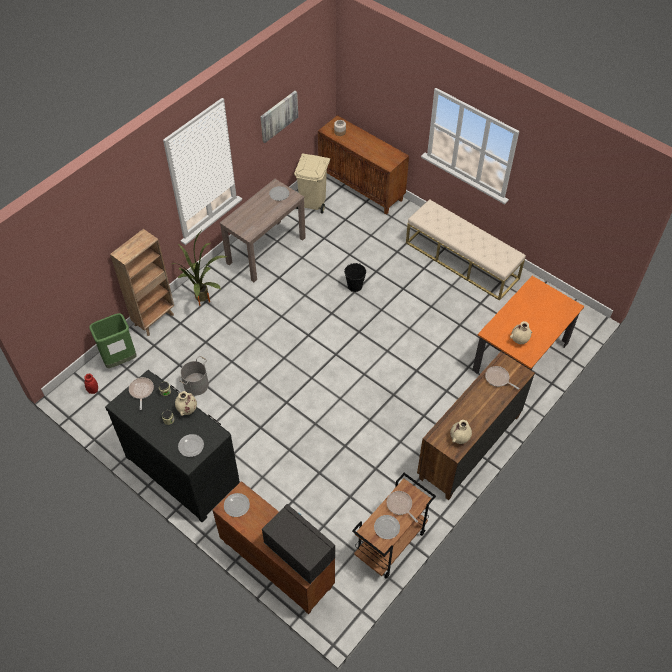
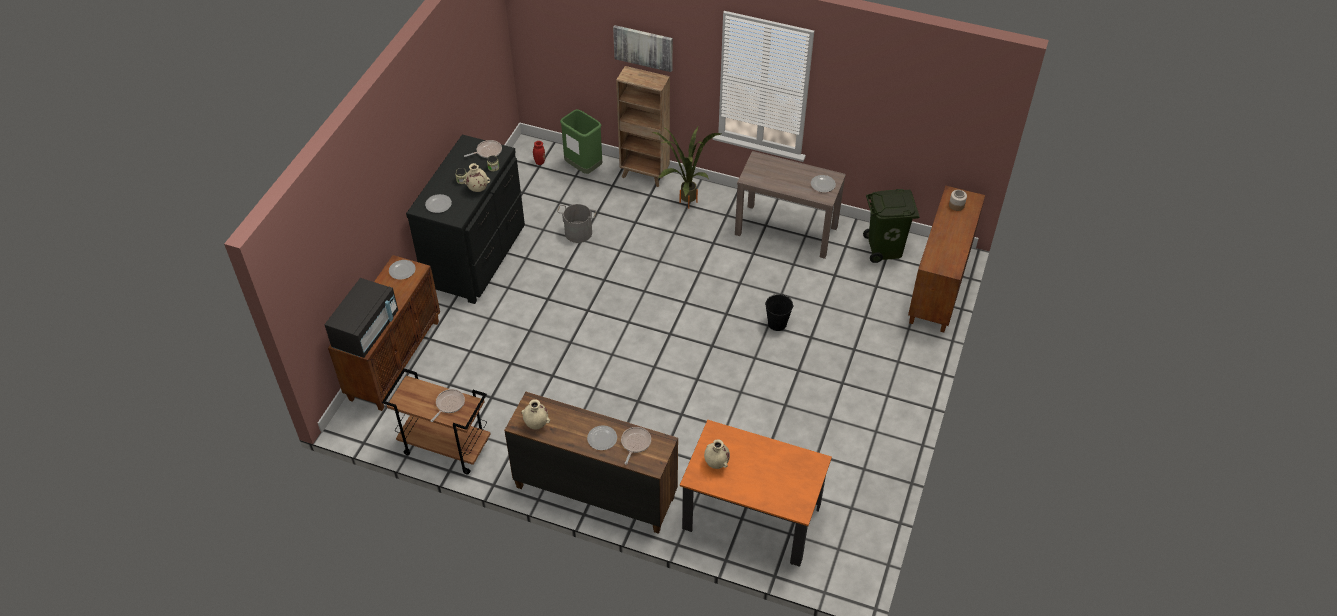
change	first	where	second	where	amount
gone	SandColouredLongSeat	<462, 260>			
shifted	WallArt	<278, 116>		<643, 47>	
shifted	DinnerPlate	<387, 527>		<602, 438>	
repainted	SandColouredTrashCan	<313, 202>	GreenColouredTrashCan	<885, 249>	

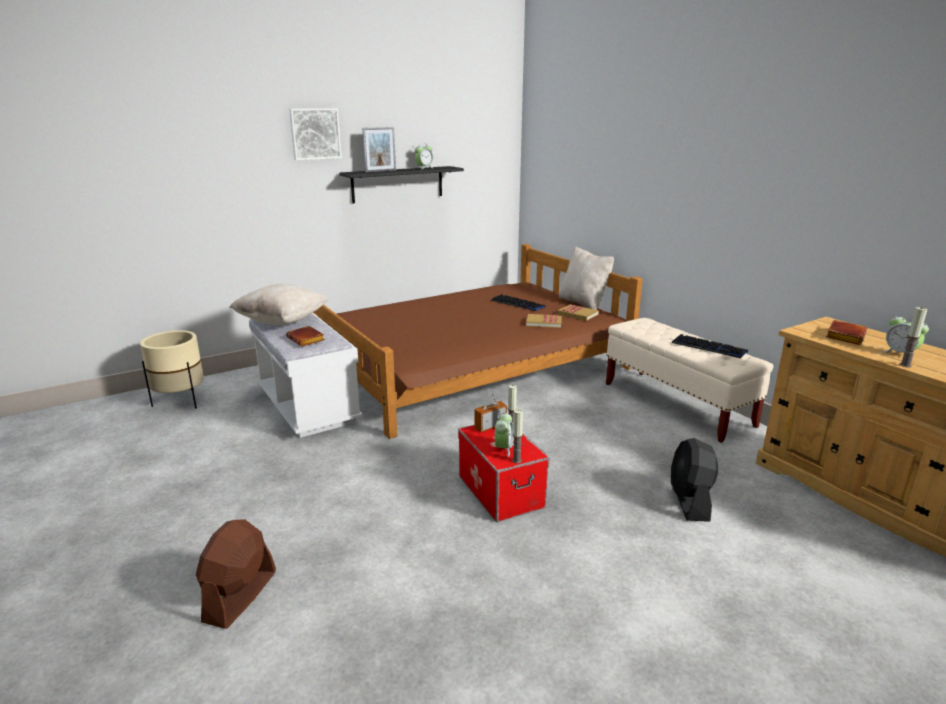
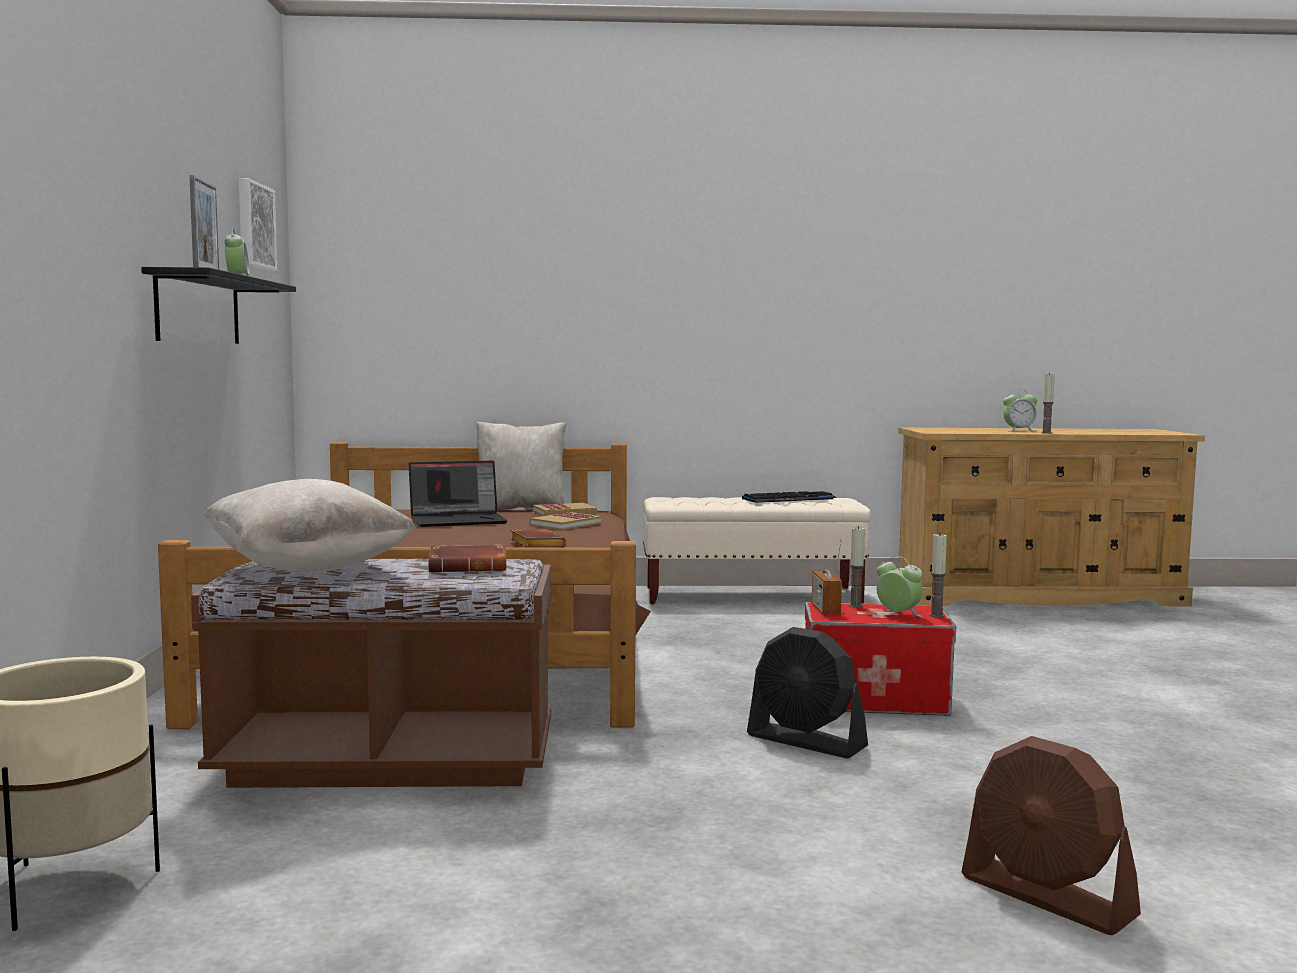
change	first	where	second	where	amount
shifted	WallArt	<315, 134>		<253, 226>	
shifted	BlackishFan	<690, 501>		<806, 741>	
shifted	BrownColouredVolume	<844, 336>		<535, 545>	
swapped	ComputerKeyboard	<517, 304>	PortableComputer	<459, 520>	
repainted	WhiteColouredLongSeat	<308, 406>	BrownColouredLongSeat	<388, 761>	

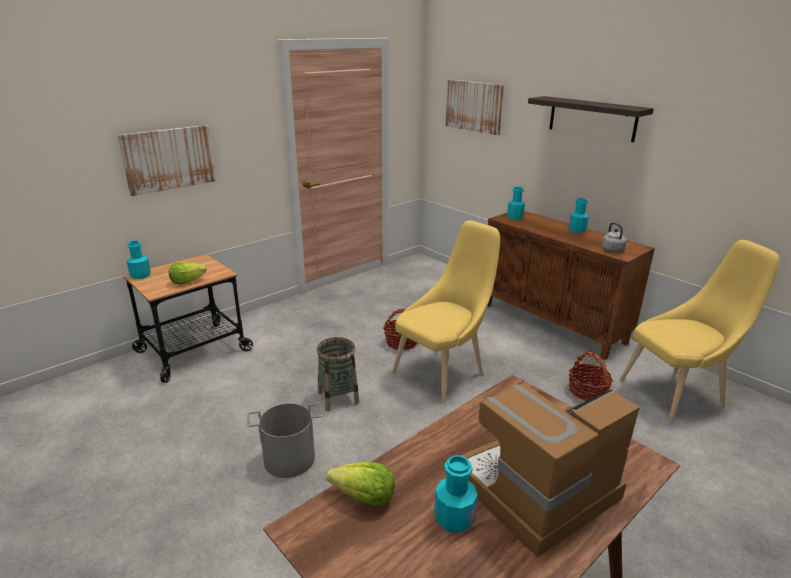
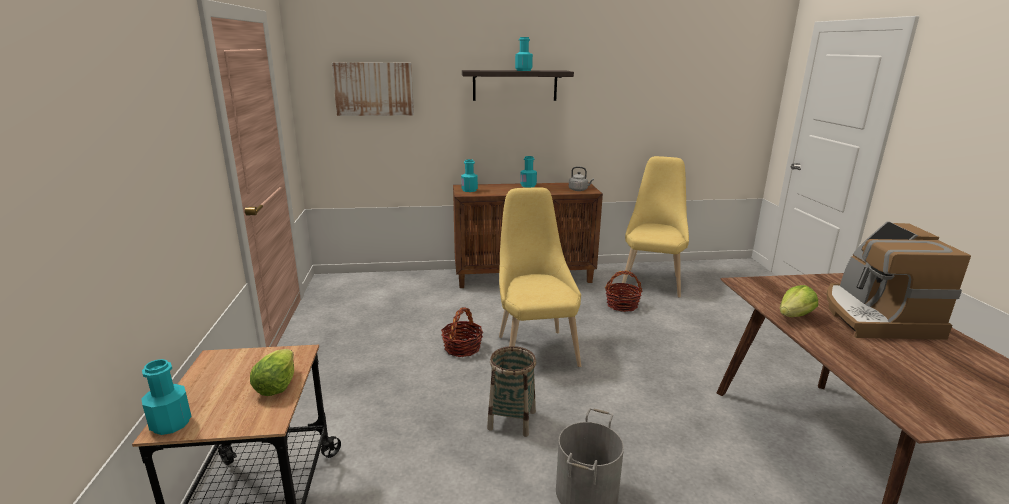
change	first	where	second	where	amount
gone	WallArt	<169, 159>			
shifted	Lettuce	<364, 498>		<794, 316>	
shifted	BlueGreenDrinkBottle	<454, 518>		<523, 70>	

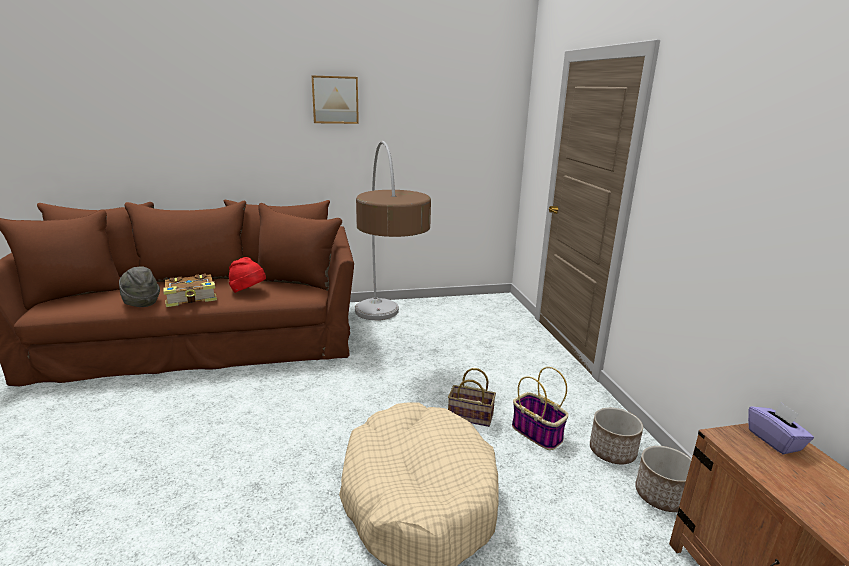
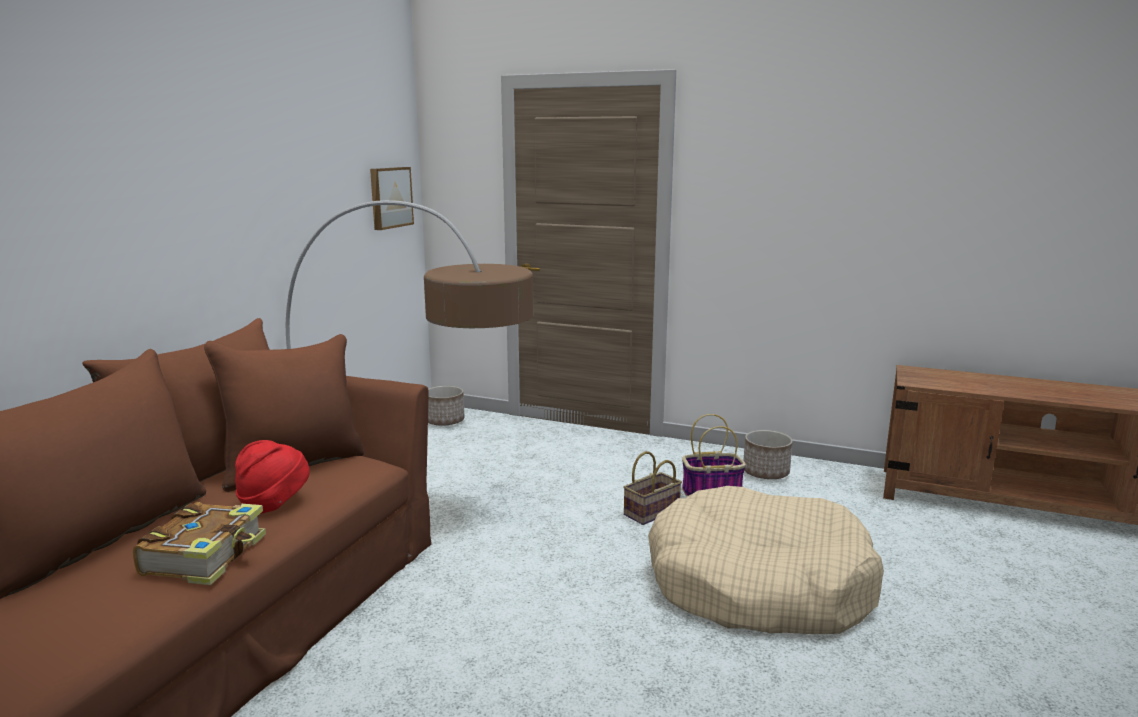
change	first	where	second	where	amount
gone	GrayHat	<141, 302>			
gone	PurpleTissueBox	<774, 440>			
shifted	WallArt	<335, 100>		<389, 197>	
shifted	FlowerPot	<660, 495>		<444, 421>	

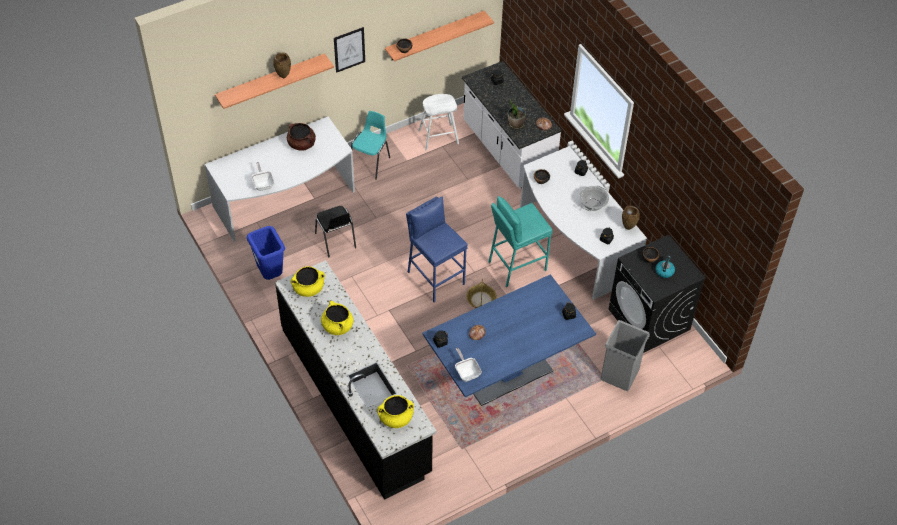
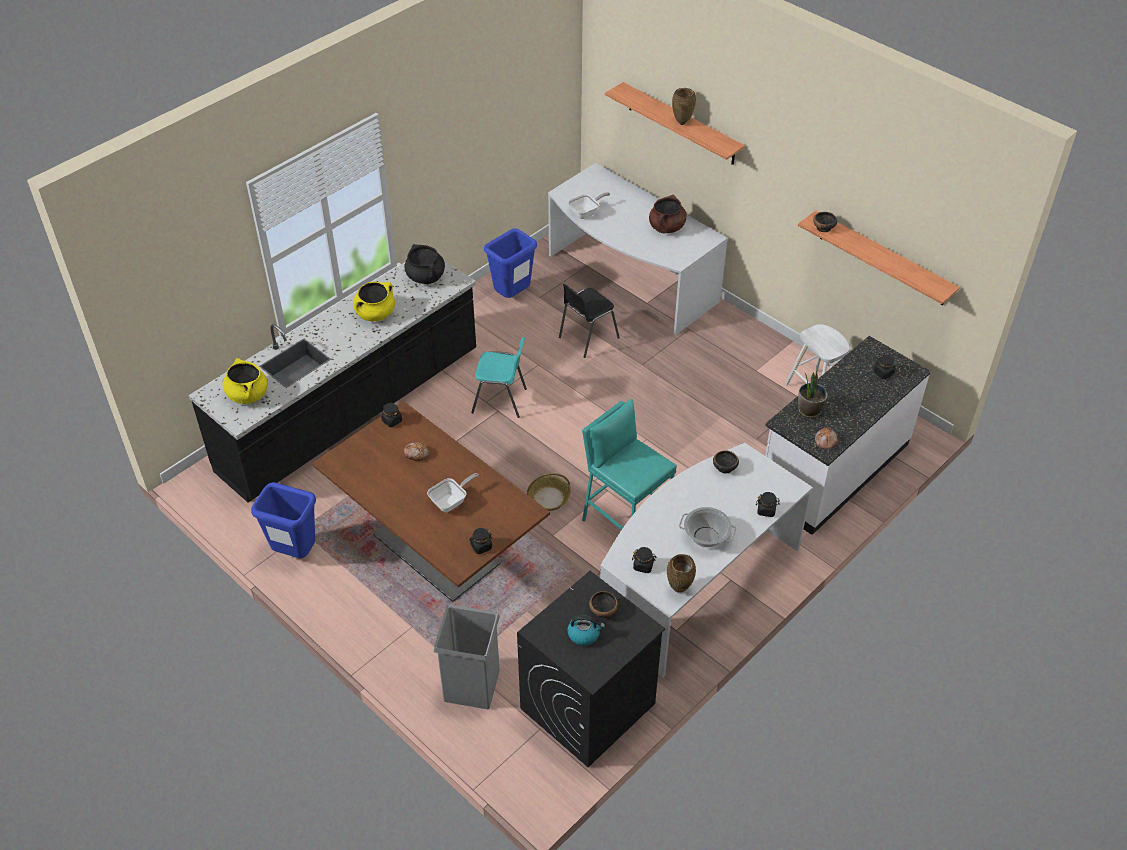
change	first	where	second	where	amount
gone	WallArt	<349, 49>			
gone	BluishStoolSeat	<435, 278>			
new			BluishTrashCan	<295, 553>	
shifted	BlueGreenUprightChair	<371, 163>		<501, 401>	
shifted	Skillet	<466, 372>		<451, 501>	
repainted	YellowishCookingPot	<308, 288>	BlackishCookingPot	<426, 277>	
repainted	BluishDinnerTable	<505, 372>	BrownColouredDinnerTable	<436, 549>	

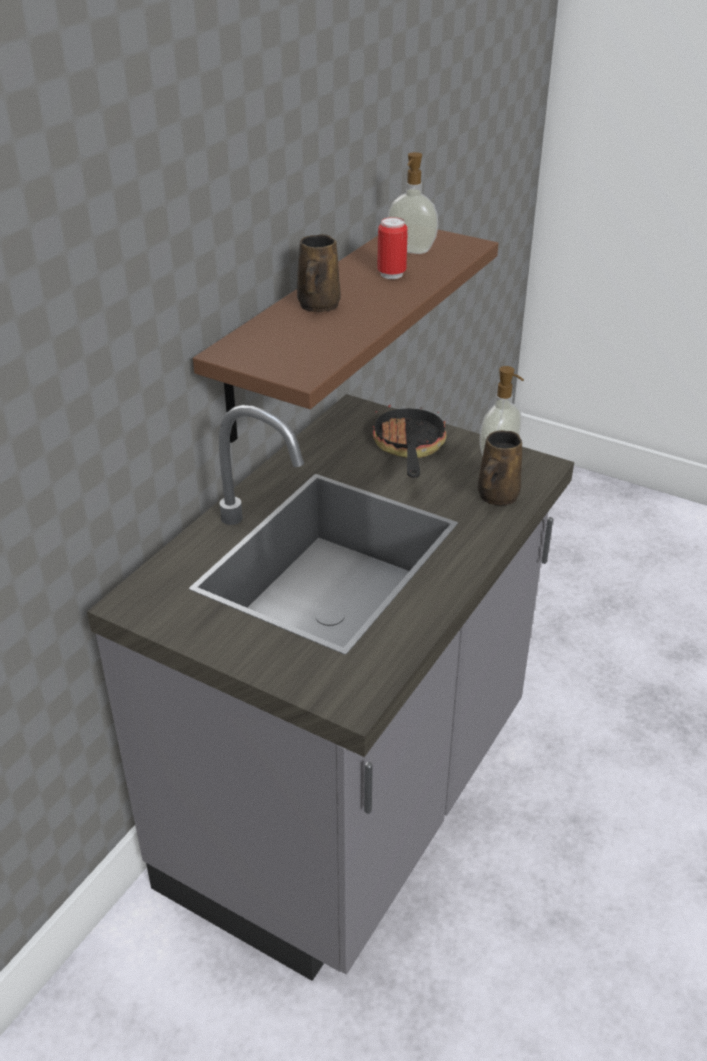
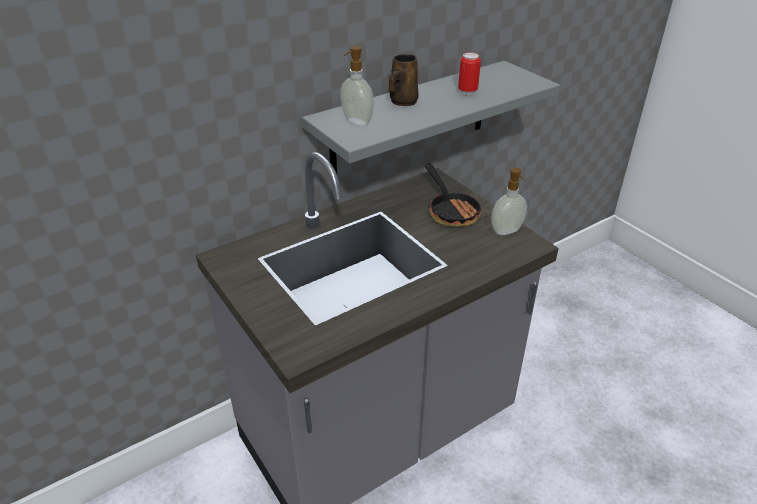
change	first	where	second	where	amount
gone	BrownColouredTeaMug	<496, 496>			
shifted	SoapBottle	<411, 251>		<356, 122>	
repainted	BrownColouredBracketShelf	<309, 330>	GrayBracketShelf	<410, 119>	
rotated	Skillet	<408, 448>		<451, 210>	135 degrees clockwise

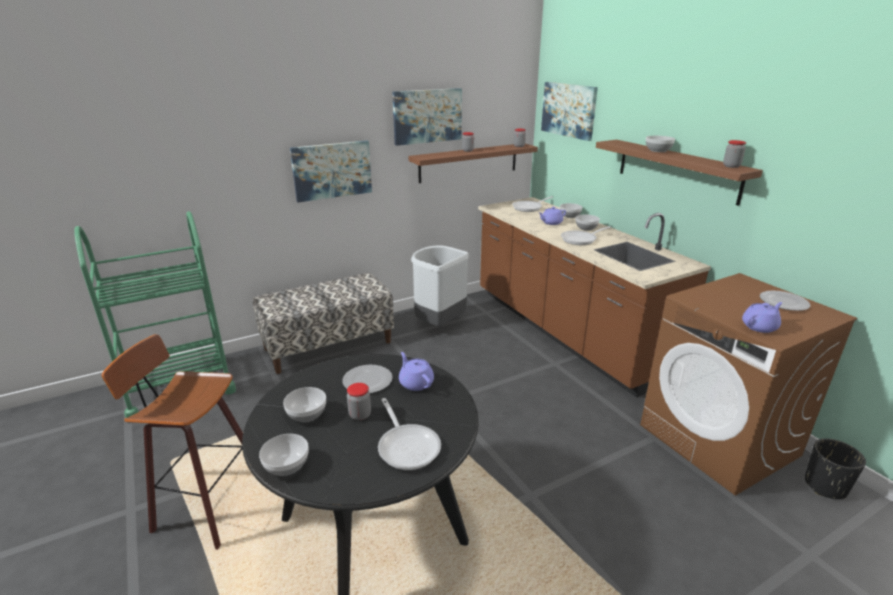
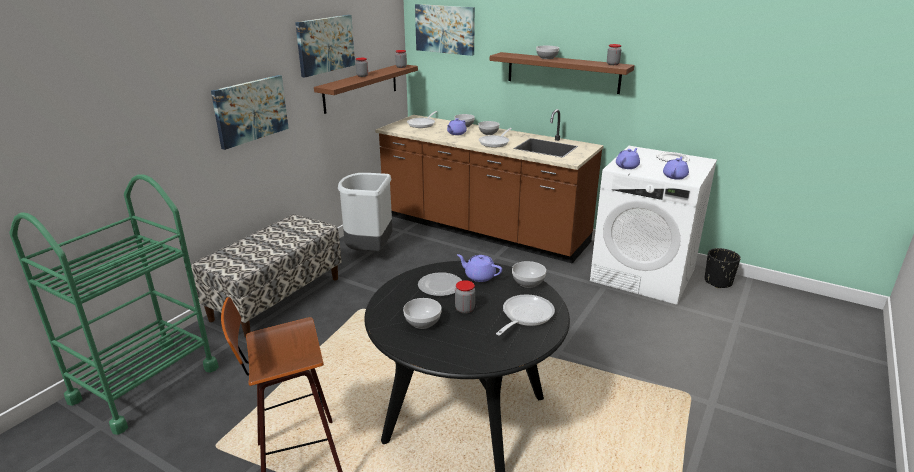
change	first	where	second	where	amount
new			PurpleTeaPot	<627, 166>	
shifted	DeepDish	<287, 466>		<528, 283>	
repainted	BrownColouredLaundryMachine	<719, 440>	WhiteColouredLaundryMachine	<643, 275>	
rotated	Skillet	<407, 446>		<525, 316>	90 degrees counterclockwise

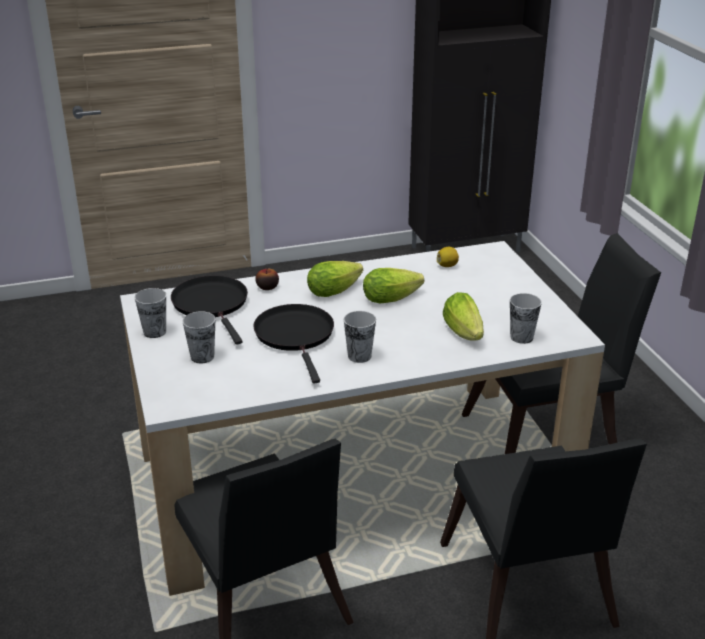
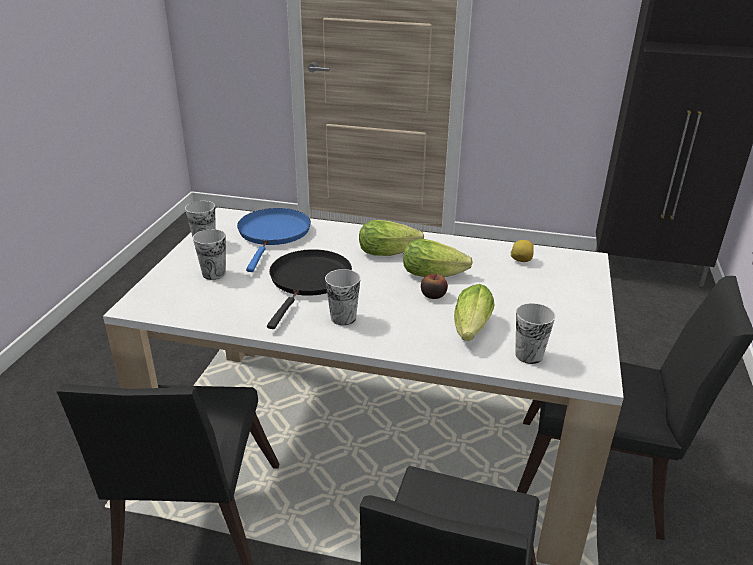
change	first	where	second	where	amount
shifted	Apple	<267, 287>		<433, 295>	
repainted	BlackishSkillet	<212, 305>	BluishSkillet	<273, 234>	

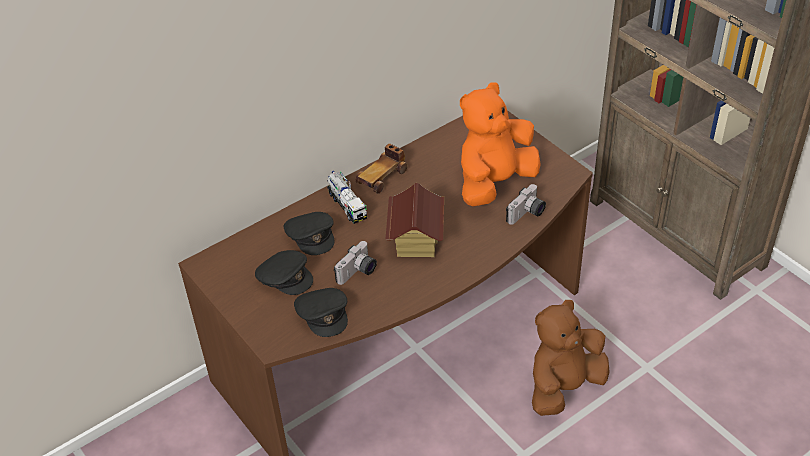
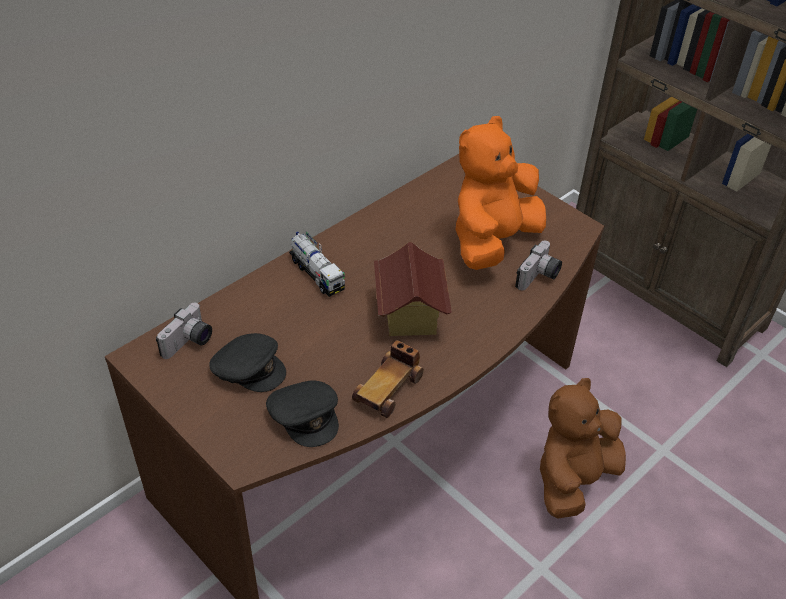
change	first	where	second	where	amount
gone	BlackishPeakedCap	<311, 236>			
shifted	StillCamera	<358, 273>		<189, 343>	
shifted	ModelCar	<382, 176>		<389, 388>	

